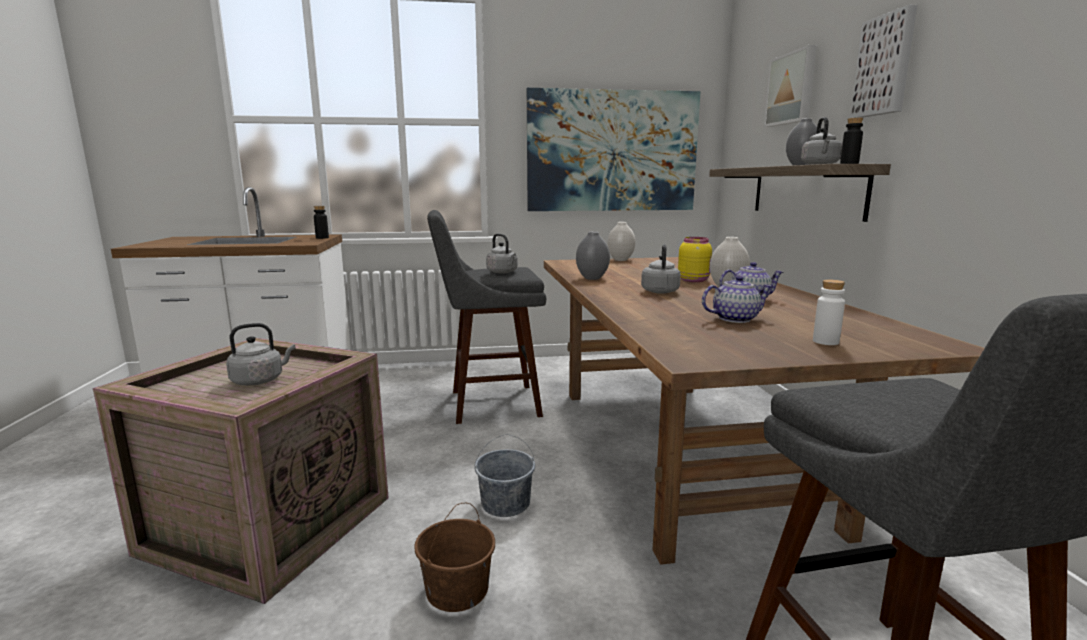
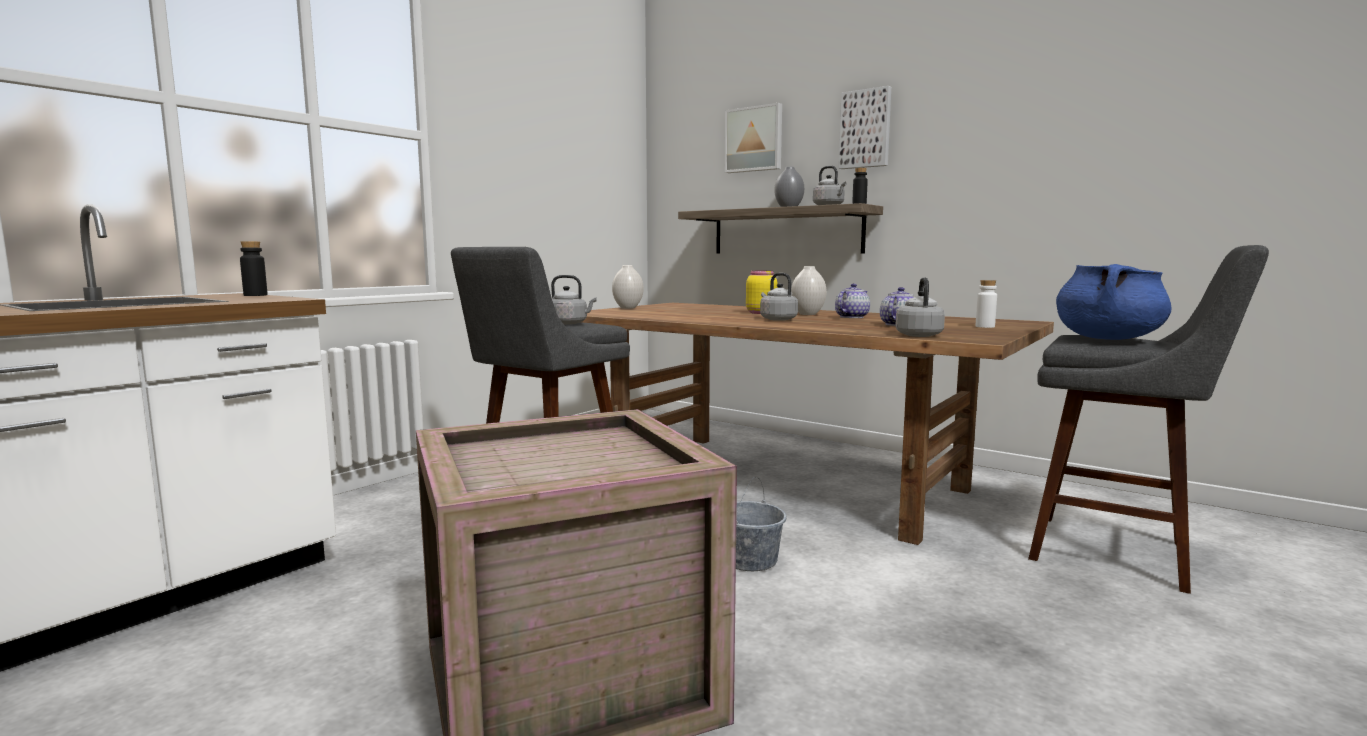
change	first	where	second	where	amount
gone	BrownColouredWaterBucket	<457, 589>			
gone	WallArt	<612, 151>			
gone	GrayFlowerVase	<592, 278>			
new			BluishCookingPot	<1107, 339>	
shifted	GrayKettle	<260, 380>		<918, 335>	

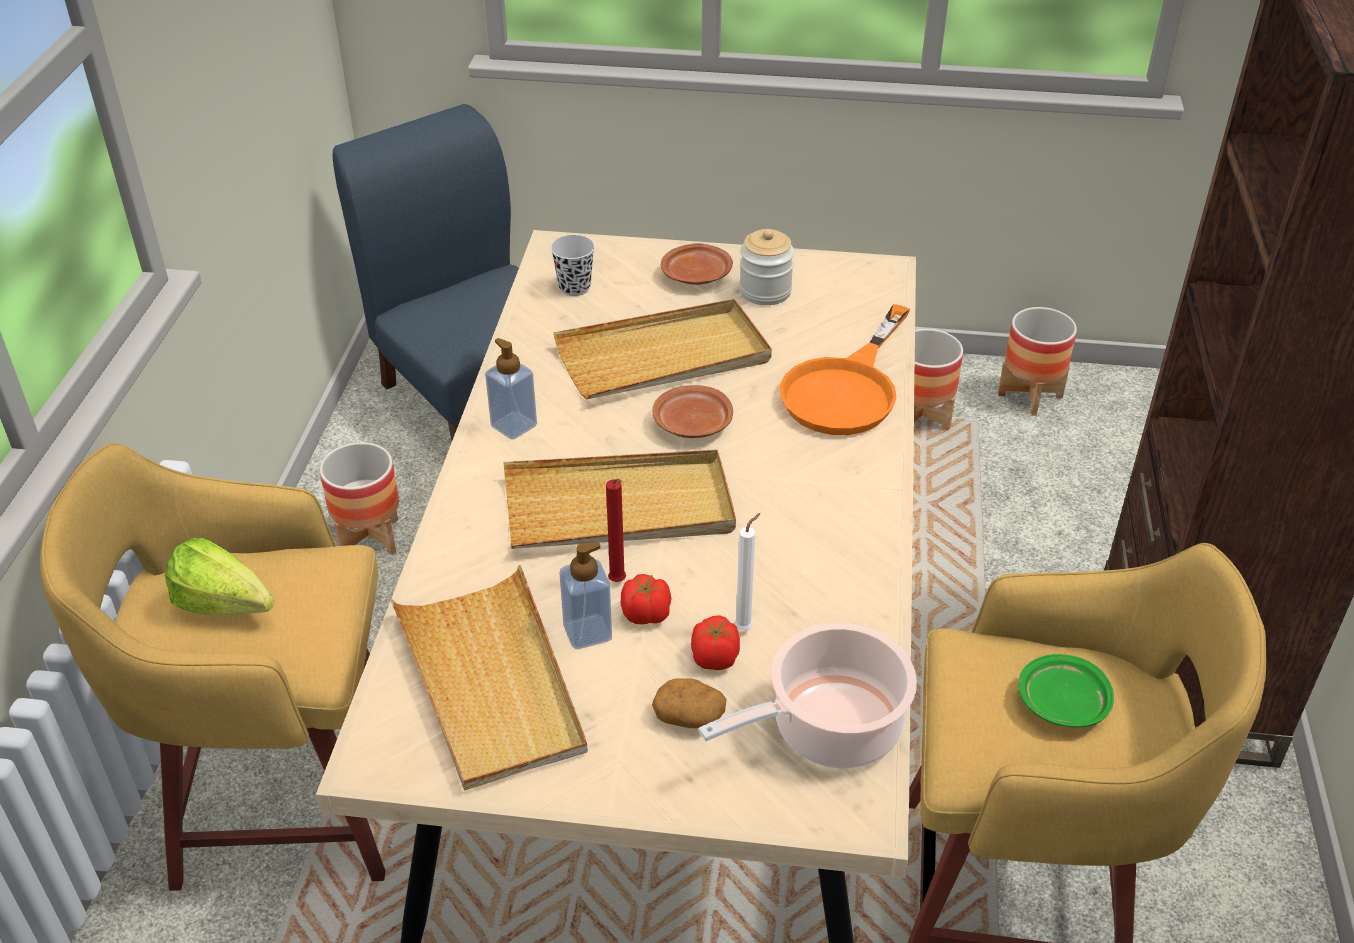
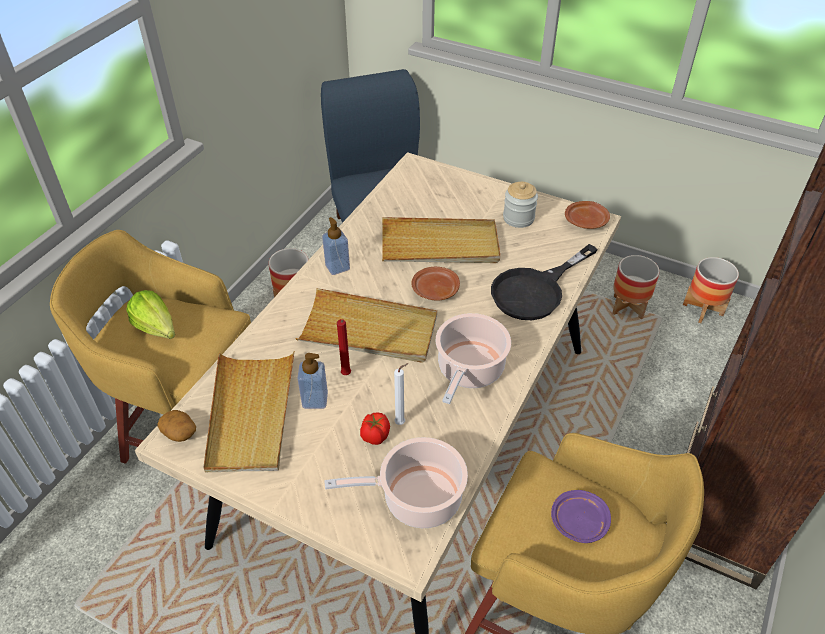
change	first	where	second	where	amount
gone	BlackishDrinkingCup	<574, 288>			
gone	FreshTomato	<647, 615>			
new			CookingPot	<469, 370>	
shifted	WholePotato	<690, 716>		<180, 432>	
shifted	BrownColouredDinnerPlate	<697, 275>		<586, 221>	
repainted	OrangeSkillet	<846, 389>	BlackishSkillet	<535, 290>	
repainted	GreenColouredDinnerPlate	<1062, 703>	PurpleDinnerPlate	<578, 522>	

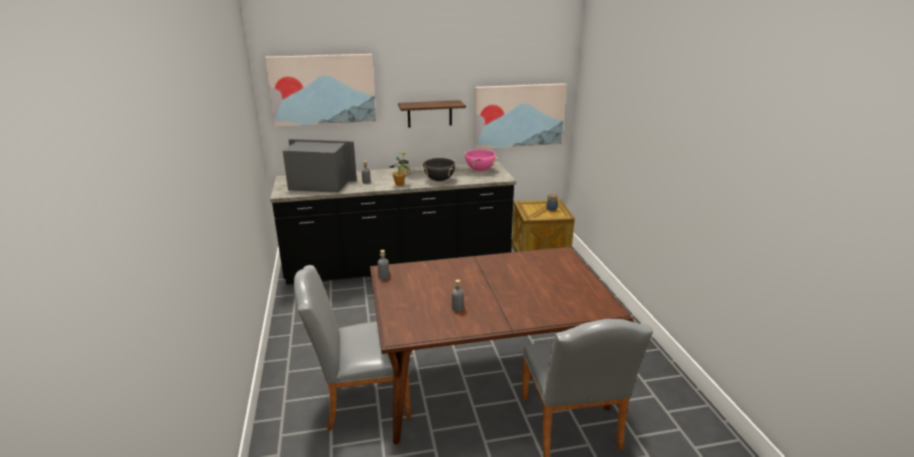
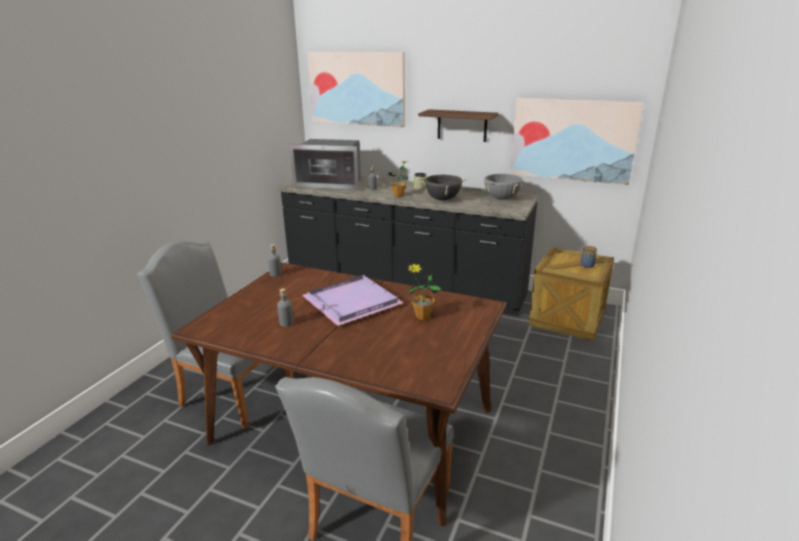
change	first	where	second	where	amount
new			PurpleTray	<351, 303>	
new			PlantInAPot	<423, 316>	
repainted	PinkCookingPot	<480, 170>	GrayCookingPot	<502, 198>	
rotated	Microwave	<319, 185>		<331, 183>	150 degrees clockwise

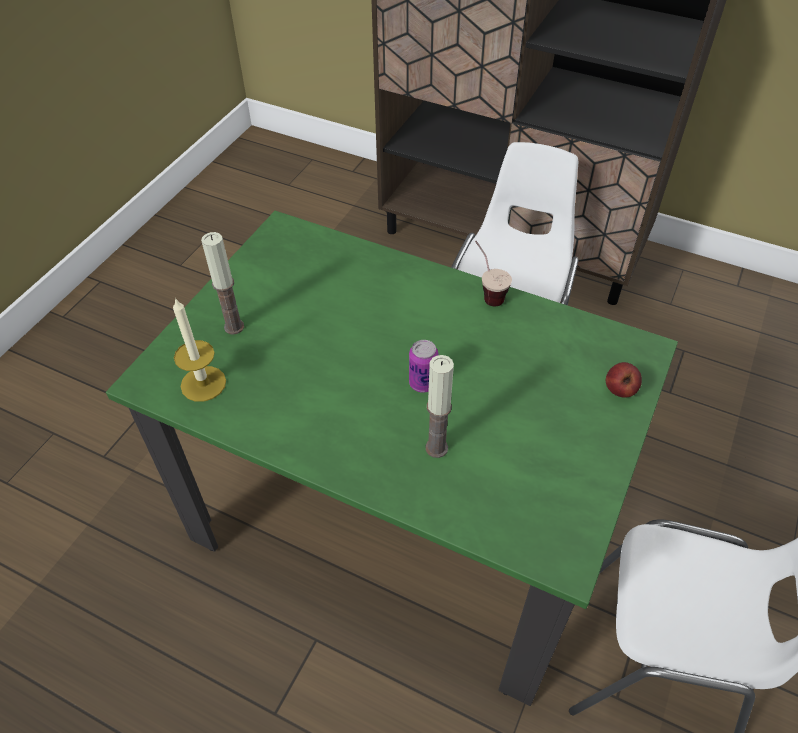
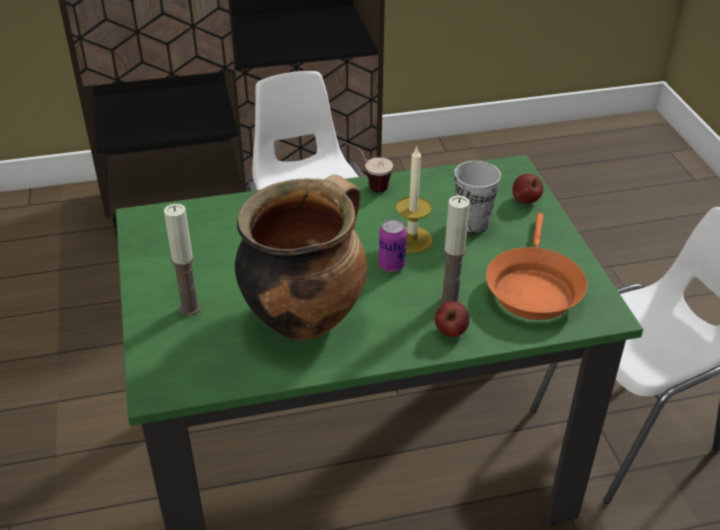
change	first	where	second	where	amount
new			CookingPot	<304, 316>	
new			Apple	<450, 331>	
new			DrinkingCup	<472, 223>	
new			OrangeSkillet	<532, 288>	
shifted	WaxLight	<203, 383>		<411, 239>	

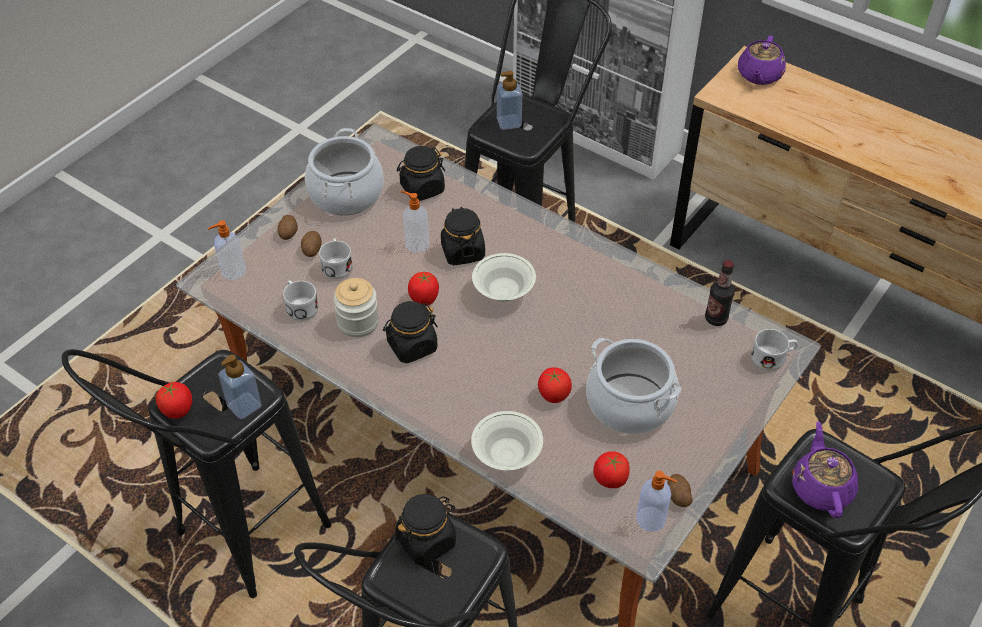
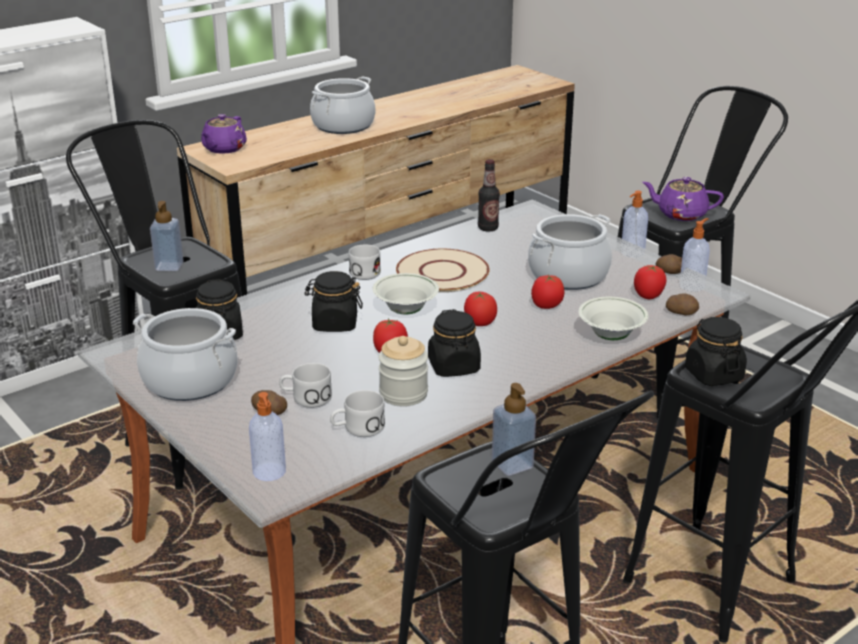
change	first	where	second	where	amount
new			CookingPot	<343, 126>	
new			SandColouredDinnerPlate	<442, 273>	
shifted	FreshTomato	<178, 410>		<479, 323>	
shifted	WholePotato	<289, 233>		<681, 312>	
shifted	SoapBottle	<416, 244>		<632, 253>	
shifted	WhiteColouredTeaMug	<773, 357>		<365, 271>	
rotated	PurpleTeaPot	<759, 75>		<224, 149>	75 degrees clockwise

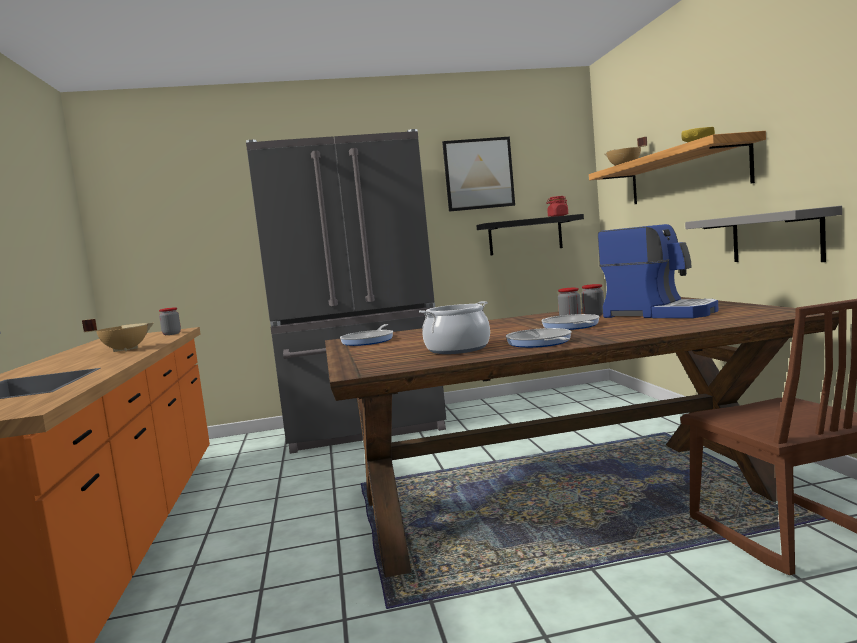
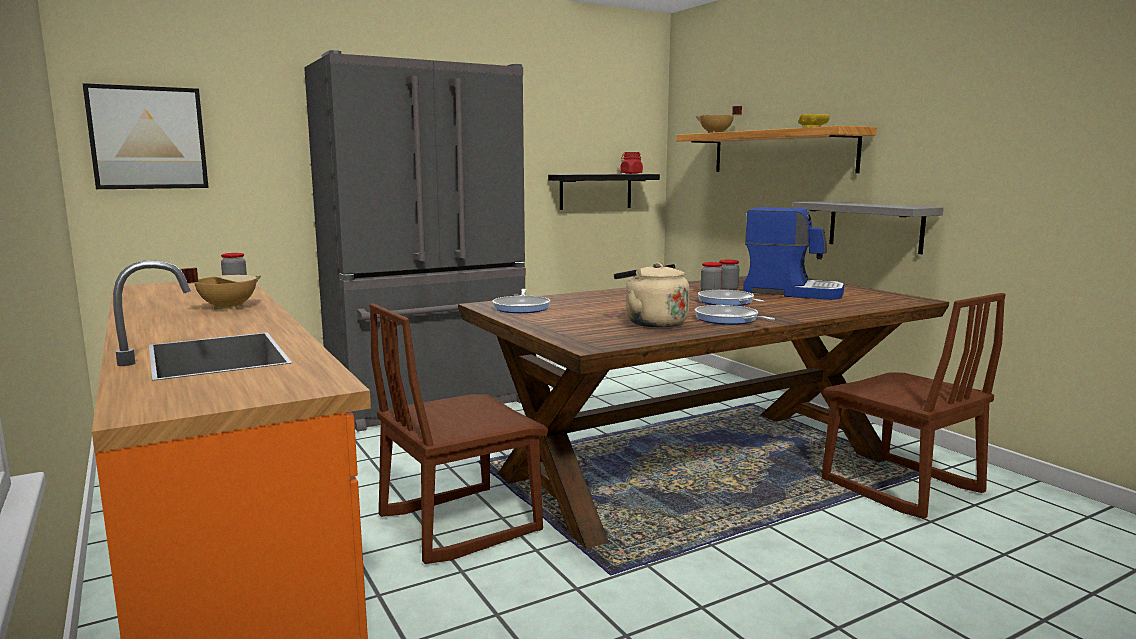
change	first	where	second	where	amount
new			BrownColouredUprightChair	<459, 523>	
shifted	WallArt	<478, 174>		<148, 138>	
swapped	CookingPot	<457, 349>	SandColouredKettle	<652, 323>	

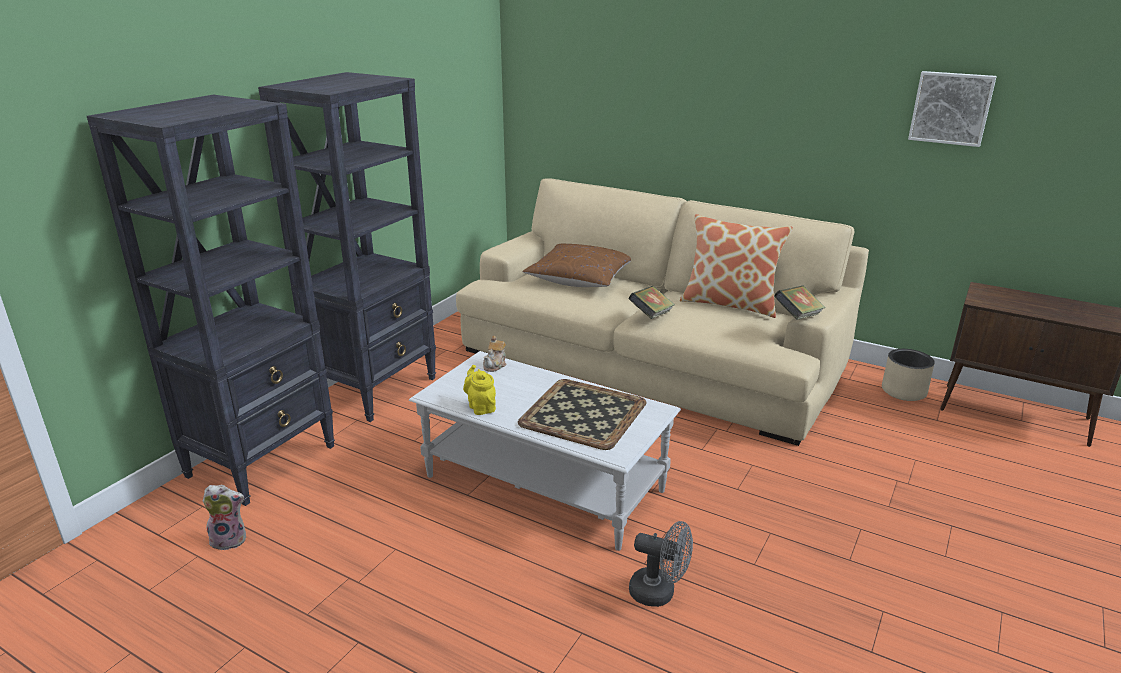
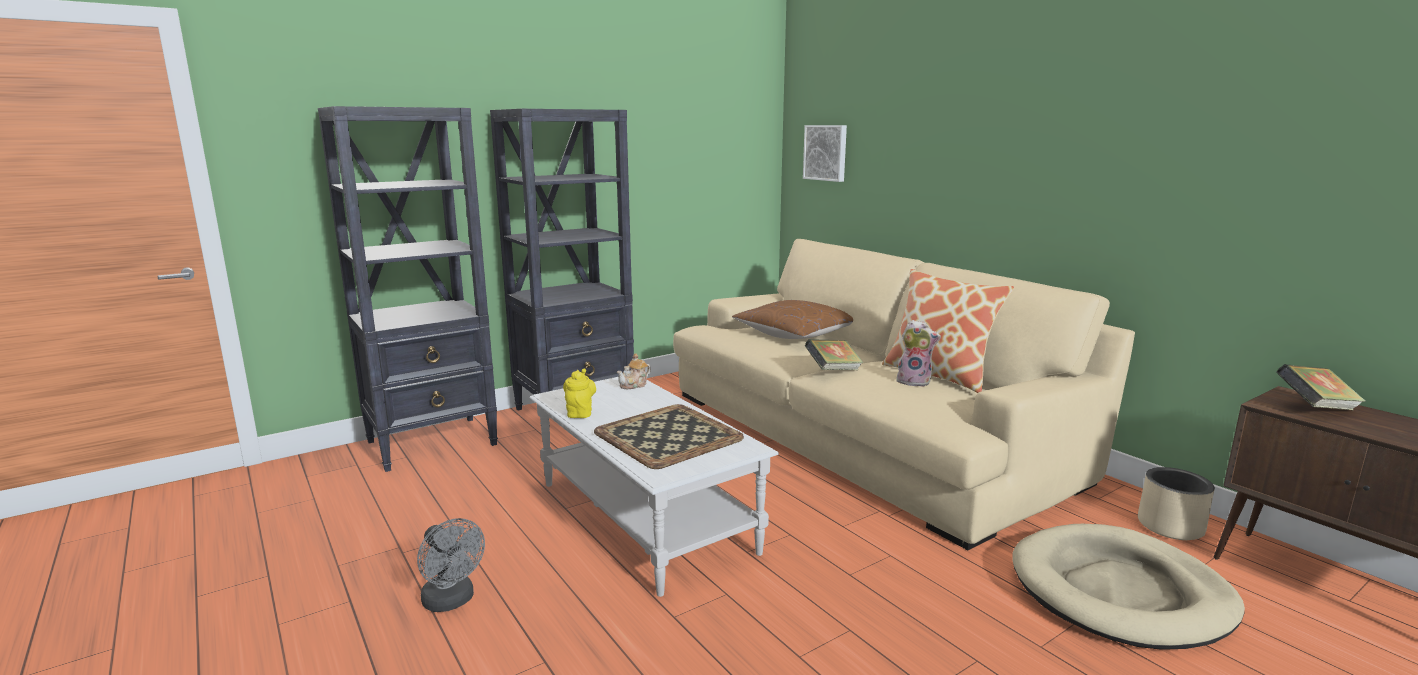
change	first	where	second	where	amount
new			SandColouredPetBed	<1120, 592>	
shifted	CuddlyToy	<230, 539>		<914, 381>	
shifted	GrayFan	<659, 593>		<452, 601>	
shifted	Volume	<797, 316>		<1315, 408>	
shifted	WallArt	<951, 108>		<826, 152>	

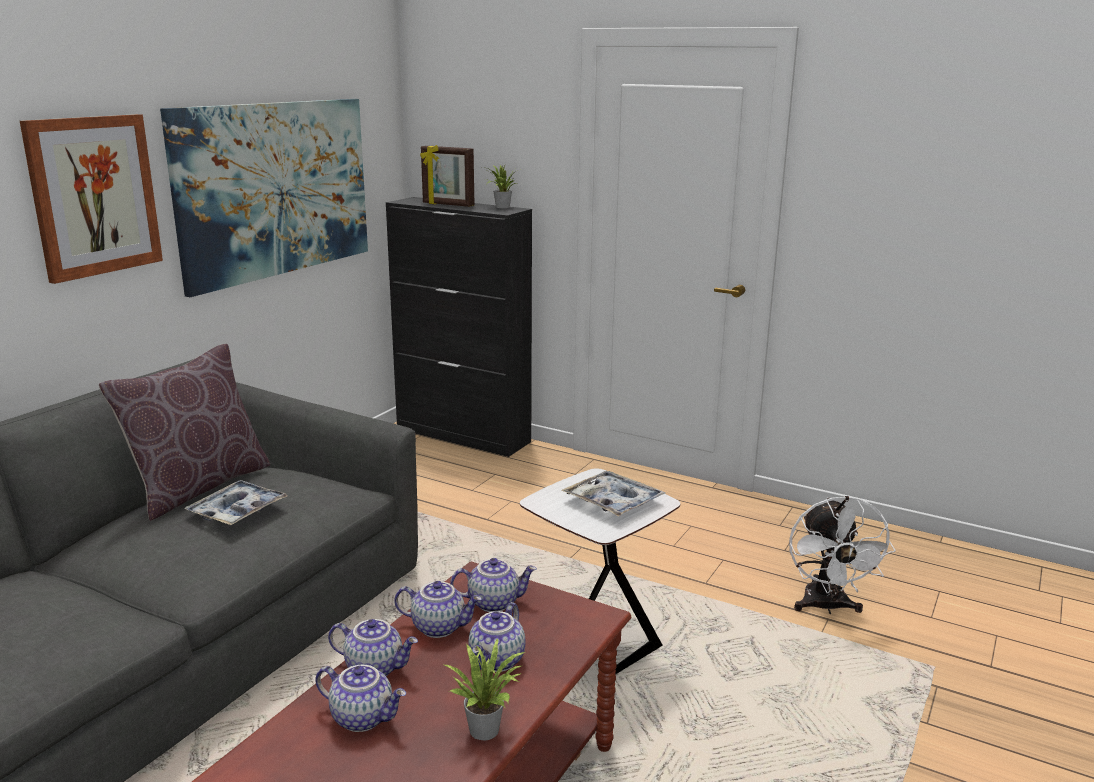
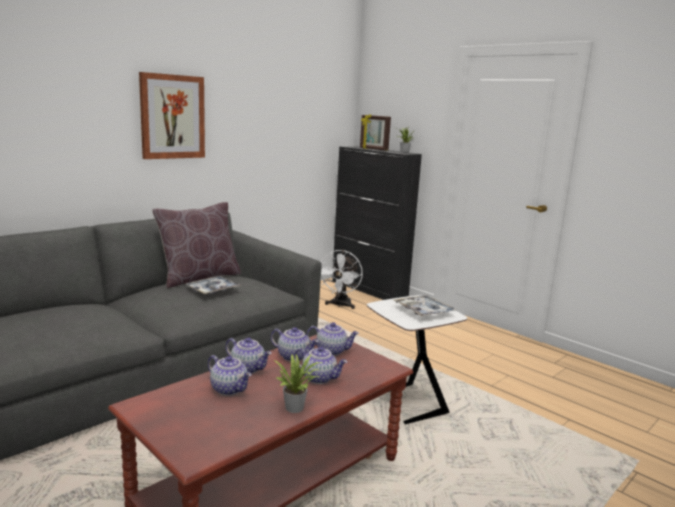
change	first	where	second	where	amount
gone	WallArt	<275, 189>			
shifted	WhiteColouredFan	<826, 607>		<340, 305>	
rotated	TeaPot	<498, 661>		<319, 378>	105 degrees counterclockwise

